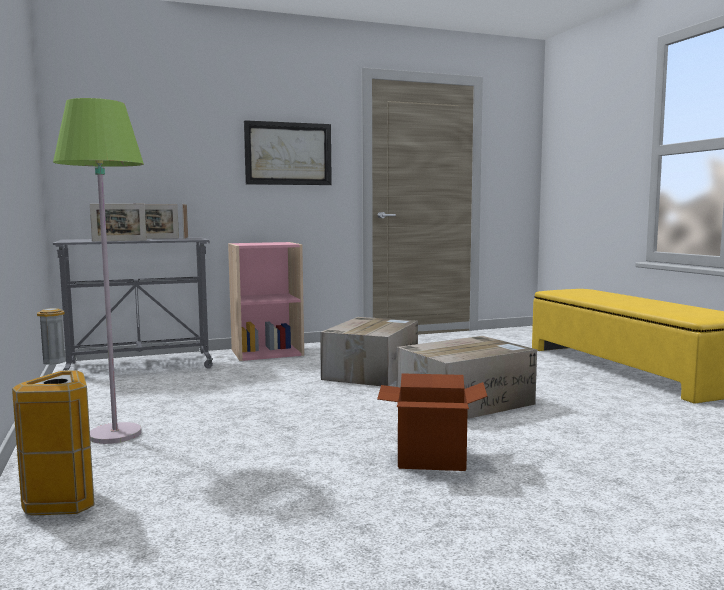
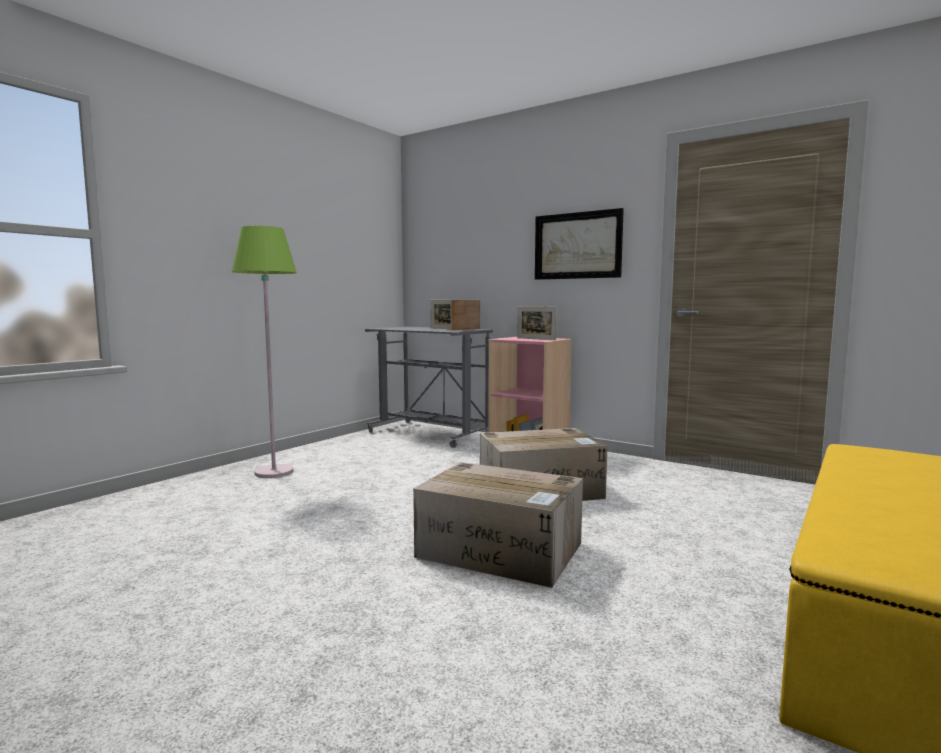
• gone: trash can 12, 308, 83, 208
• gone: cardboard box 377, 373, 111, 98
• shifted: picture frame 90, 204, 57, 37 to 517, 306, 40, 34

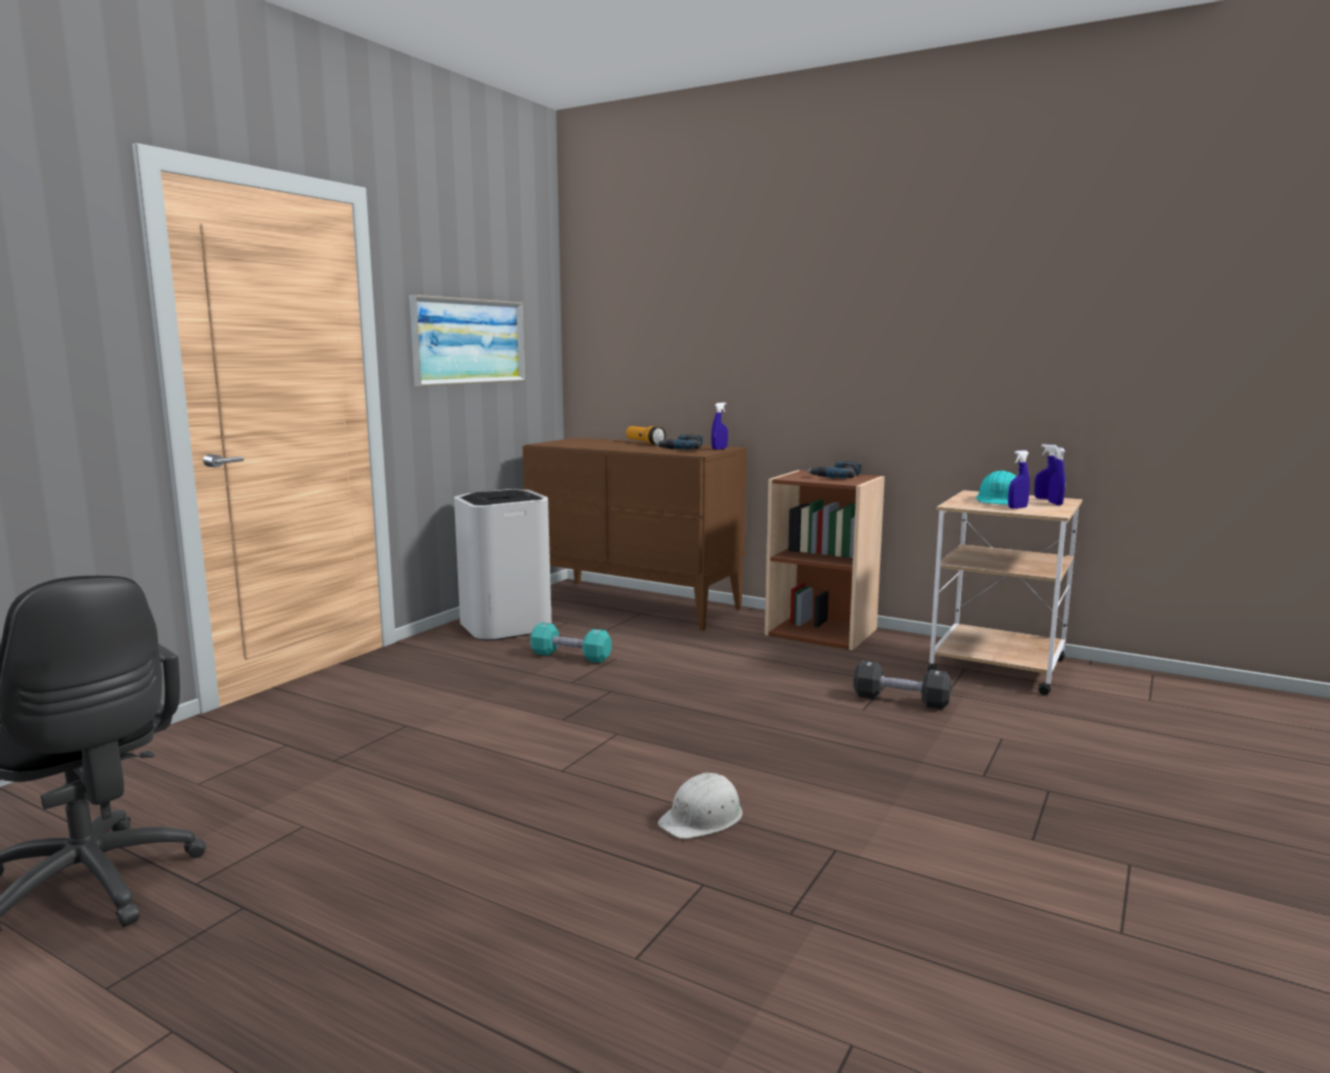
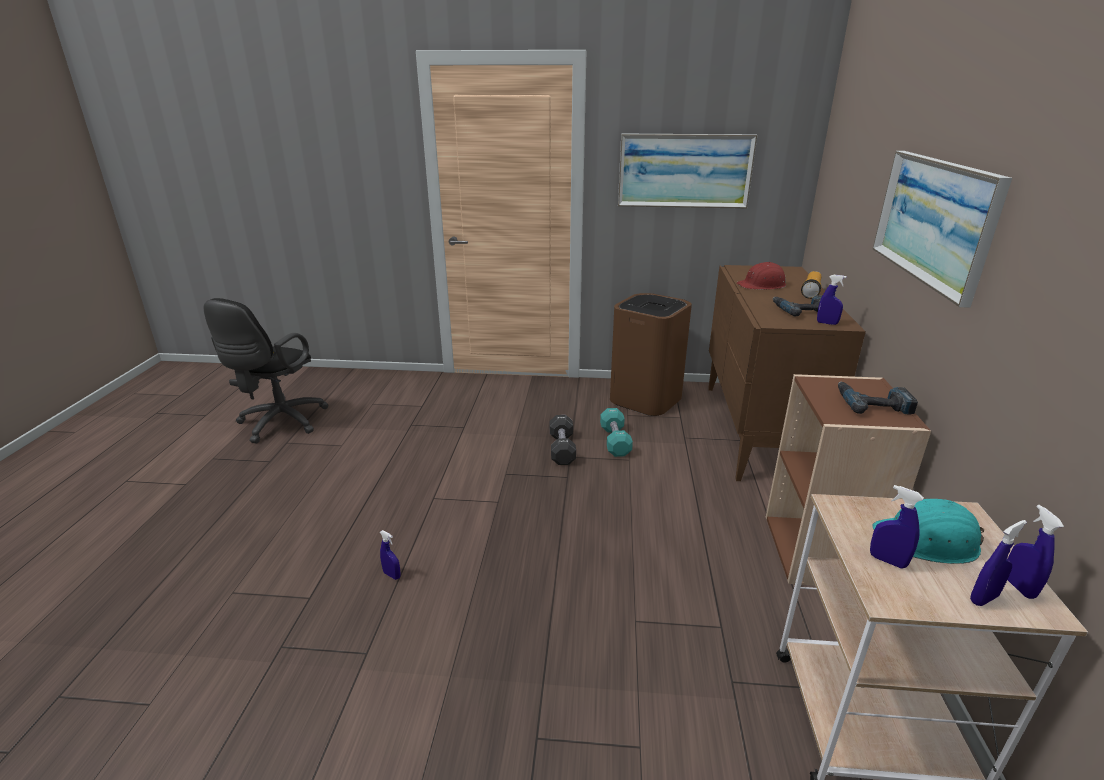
• new: hard hat/red 737, 262, 49, 28
• new: picture 872, 151, 140, 157
• shifted: dumbbell/black 853, 660, 98, 49 to 550, 415, 26, 50
• swapped: hard hat/white 658, 773, 85, 66 to spray bottle/blue 380, 530, 21, 50
• repainted: trash can/white 454, 489, 98, 152 to trash can/brown 610, 293, 82, 123

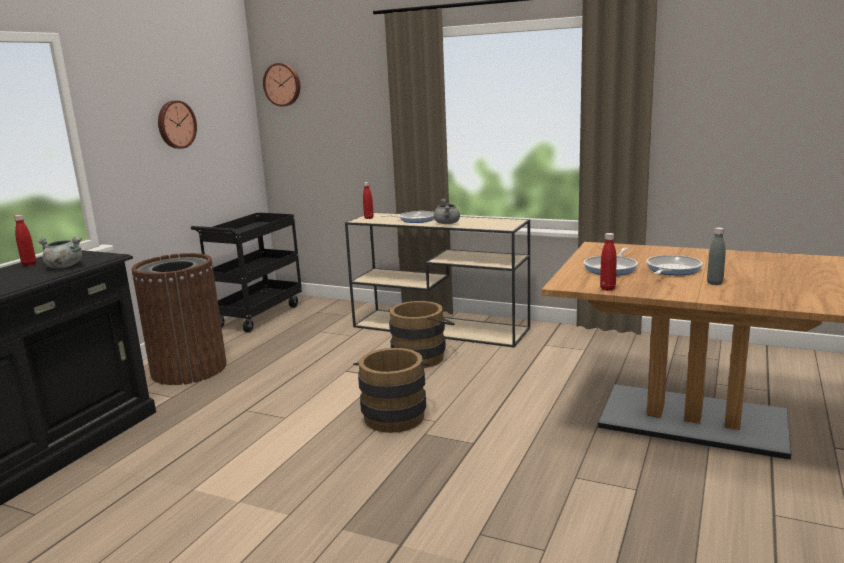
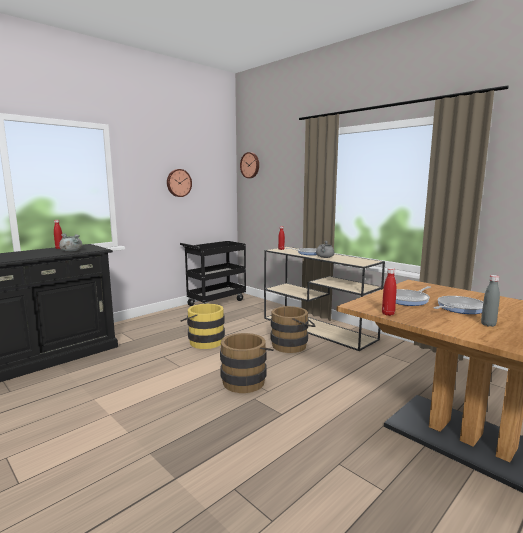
• gone: trash can/brown 132, 253, 94, 132
• new: bucket/yellow 180, 304, 45, 45

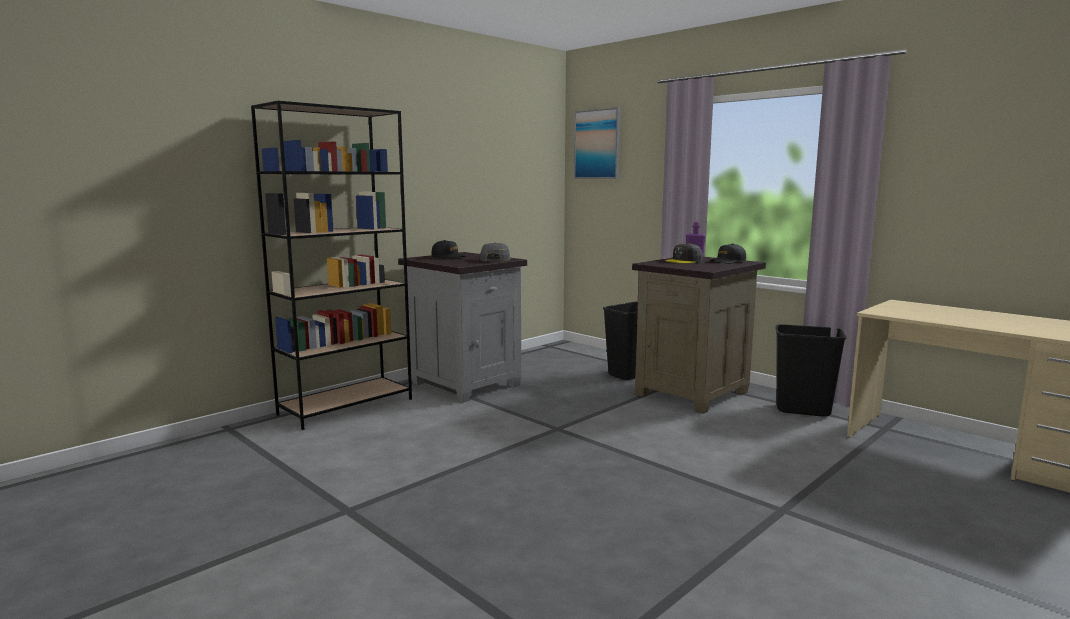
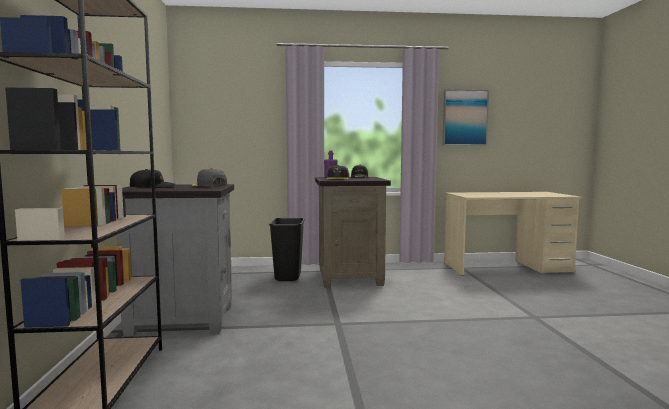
• gone: trash can/black 775, 324, 71, 93
• shifted: picture 574, 107, 47, 72 to 442, 89, 47, 57

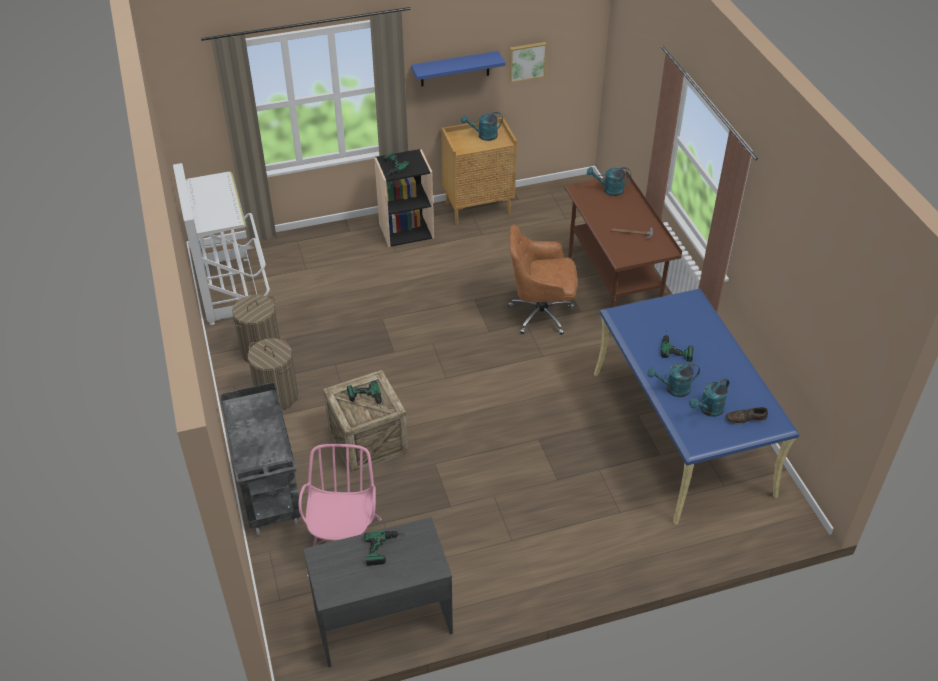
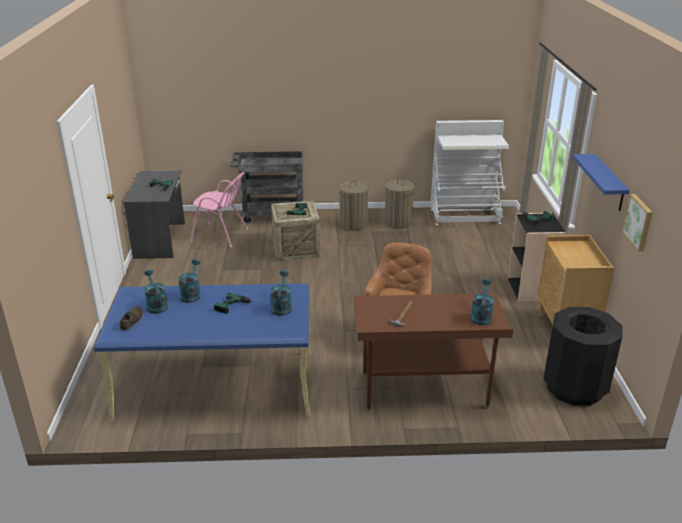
• new: trash can/black 544, 307, 78, 99
• shifted: watering can/turquoise 461, 112, 42, 29 to 270, 270, 22, 46

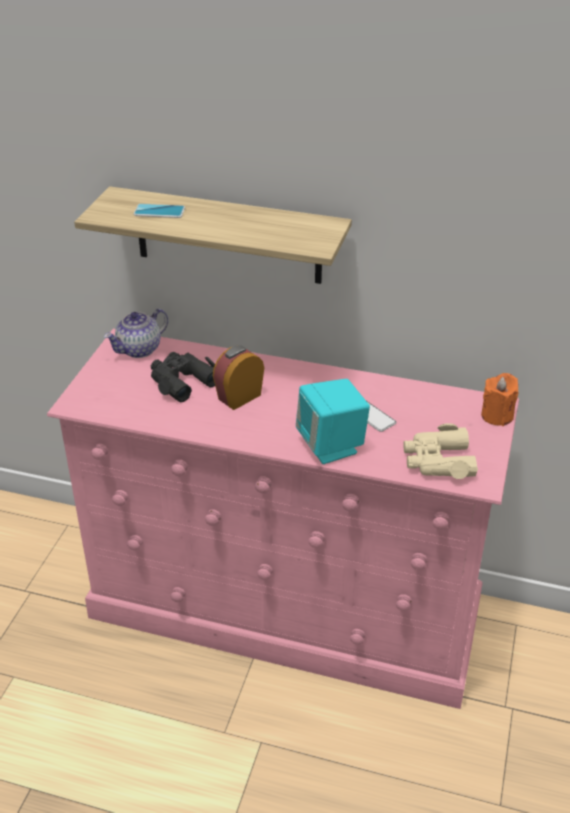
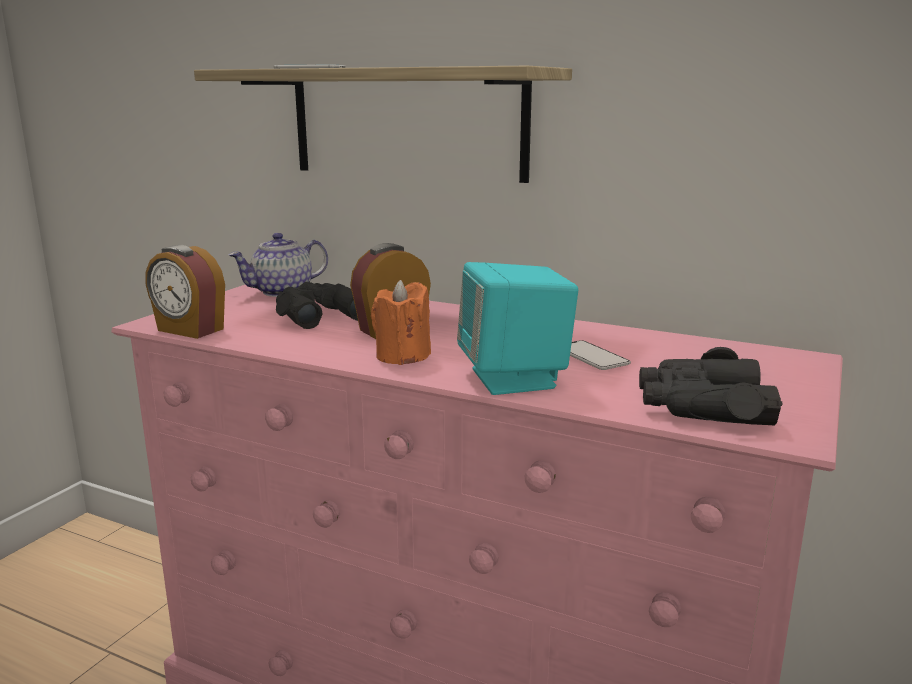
• new: alarm clock 145, 245, 80, 94
• shifted: candle/orange 481, 373, 37, 53 to 371, 280, 60, 85
• repainted: binoculars/beige 403, 423, 75, 56 to binoculars/black 639, 347, 144, 79

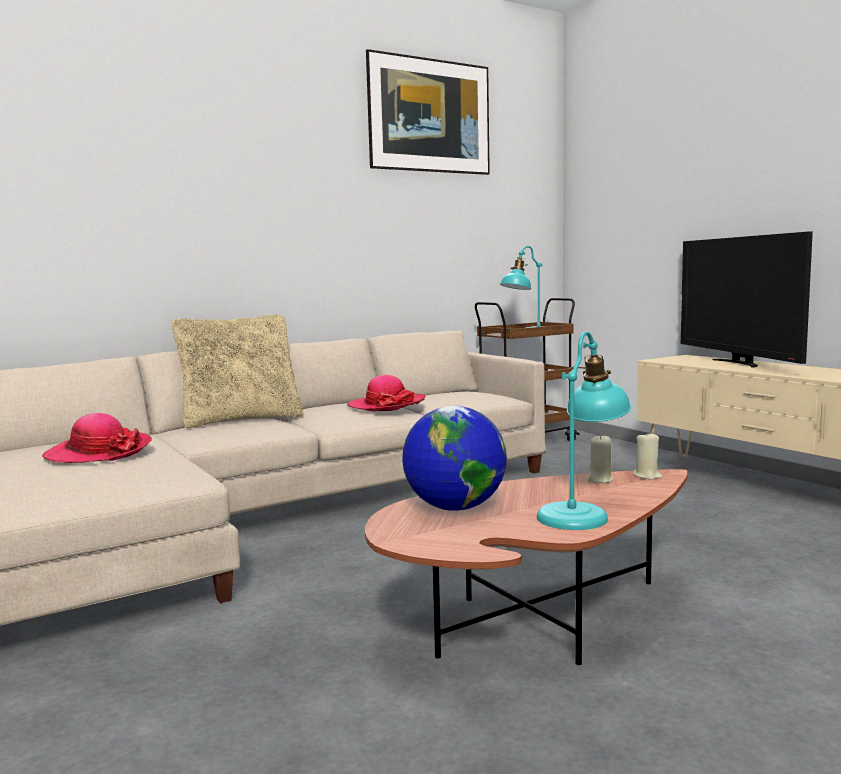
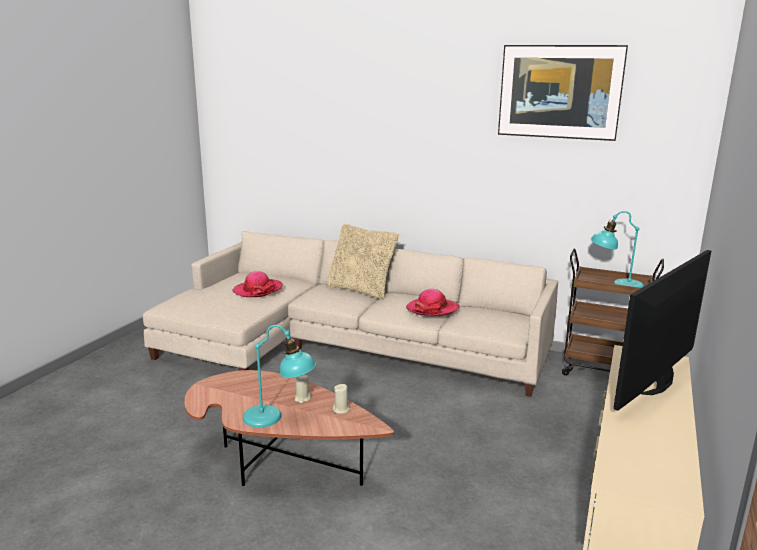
• gone: globe 402, 406, 105, 105
• shifted: candle/beige 633, 431, 30, 49 to 295, 374, 16, 29

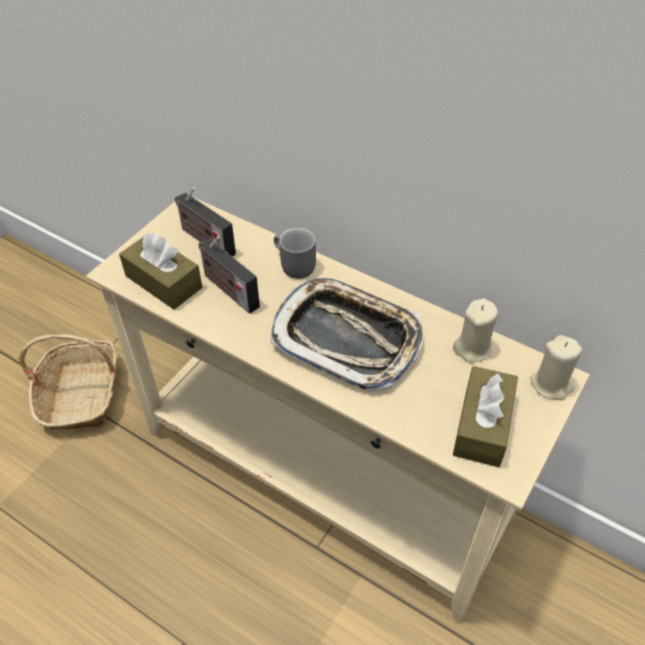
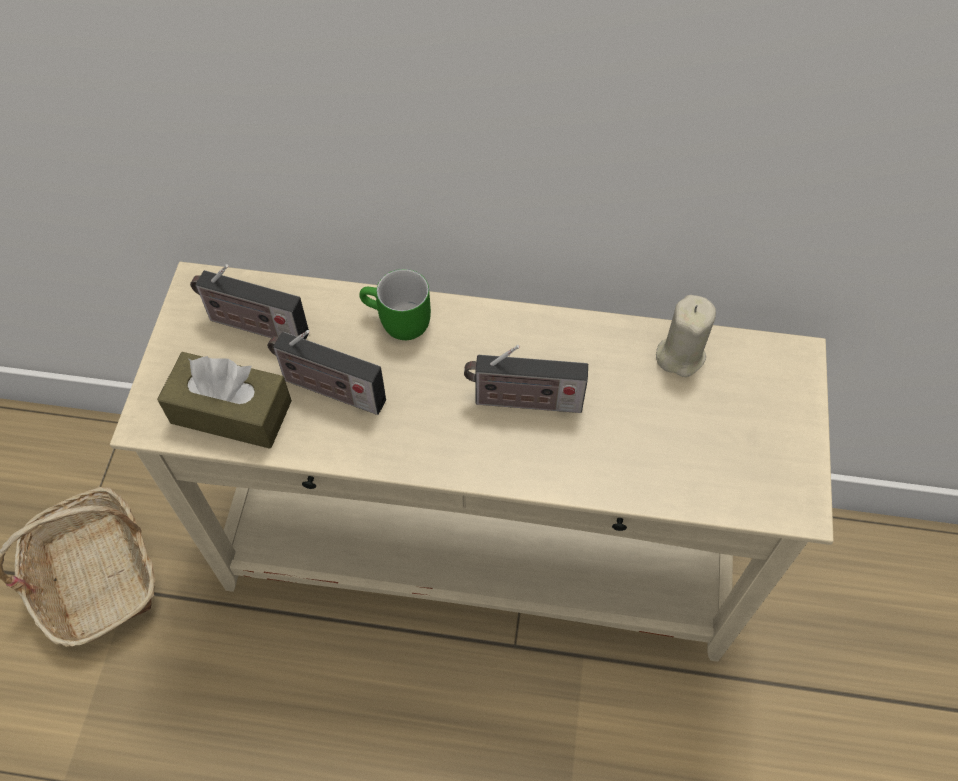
• gone: tissue box/brown 453, 366, 65, 101
• gone: candle/beige 530, 335, 52, 65
• swapped: tray 270, 278, 154, 113 to radio 464, 345, 124, 68
• repainted: mug/grey 274, 228, 42, 51 to mug/green 359, 269, 72, 71

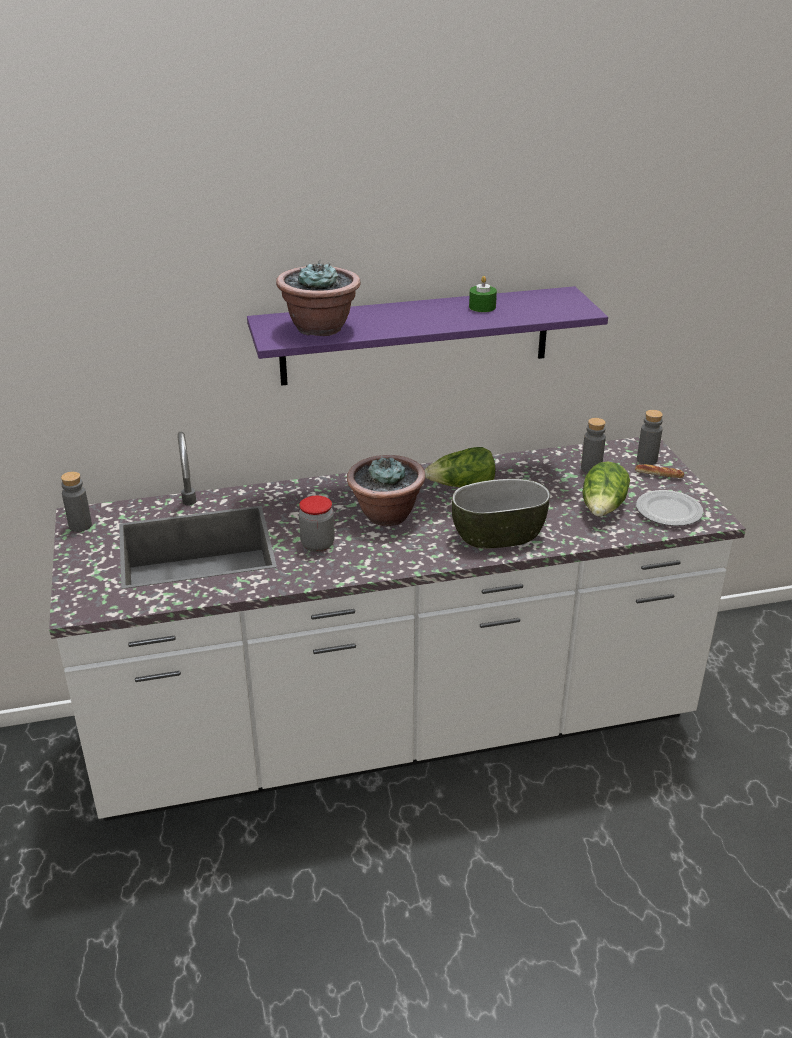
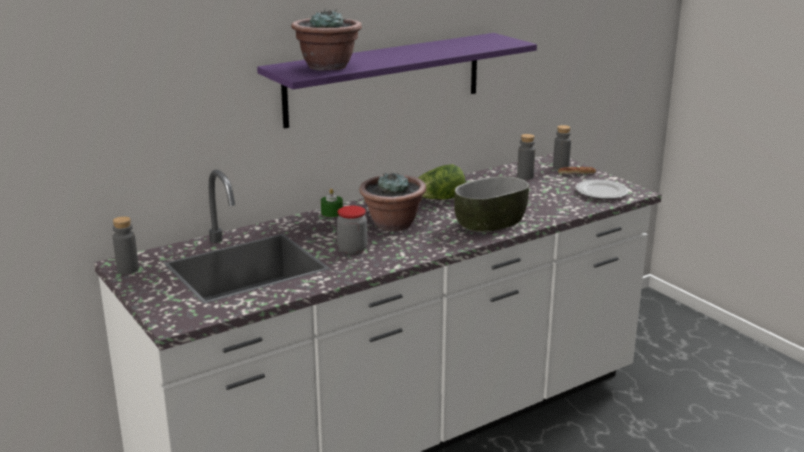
• gone: lettuce 582, 462, 48, 54
• shifted: candle/green 469, 276, 28, 36 to 321, 188, 22, 29

